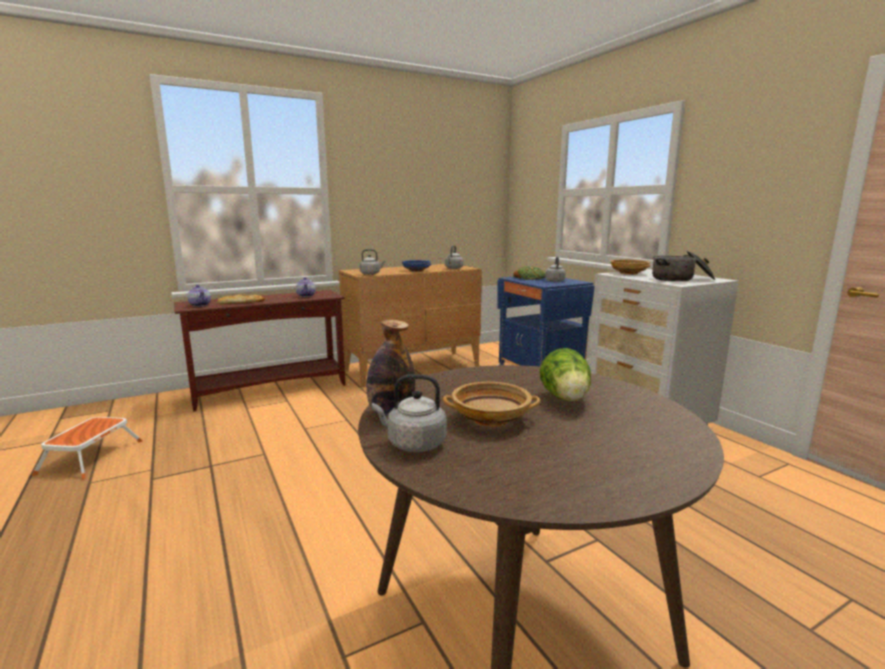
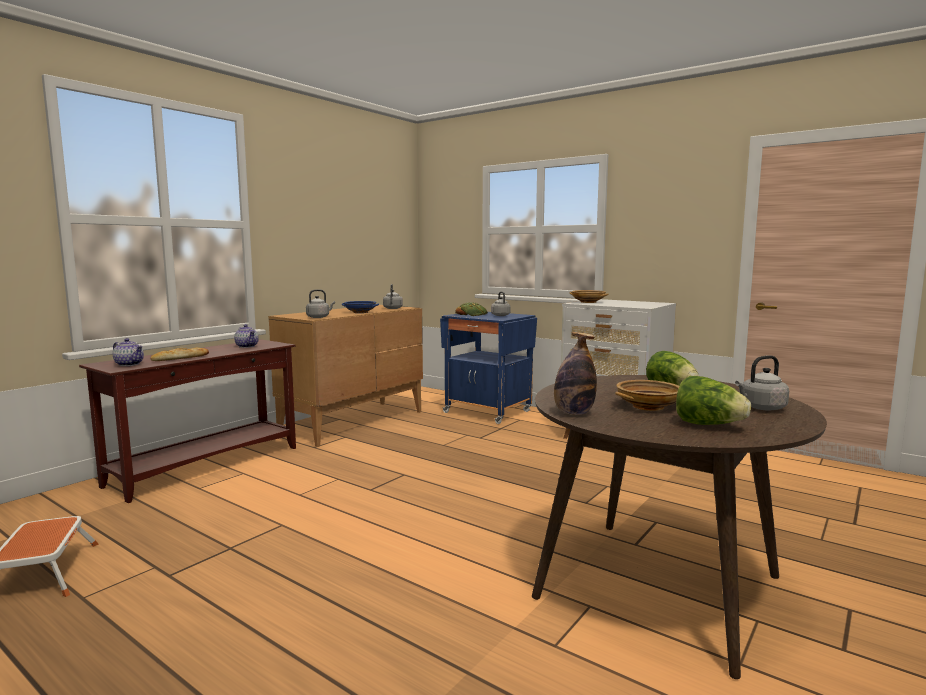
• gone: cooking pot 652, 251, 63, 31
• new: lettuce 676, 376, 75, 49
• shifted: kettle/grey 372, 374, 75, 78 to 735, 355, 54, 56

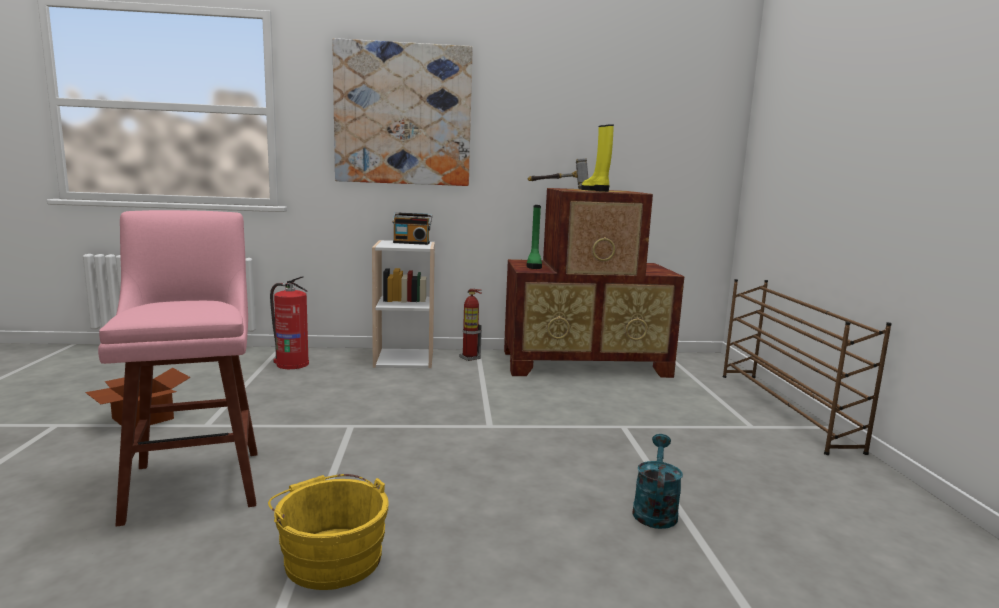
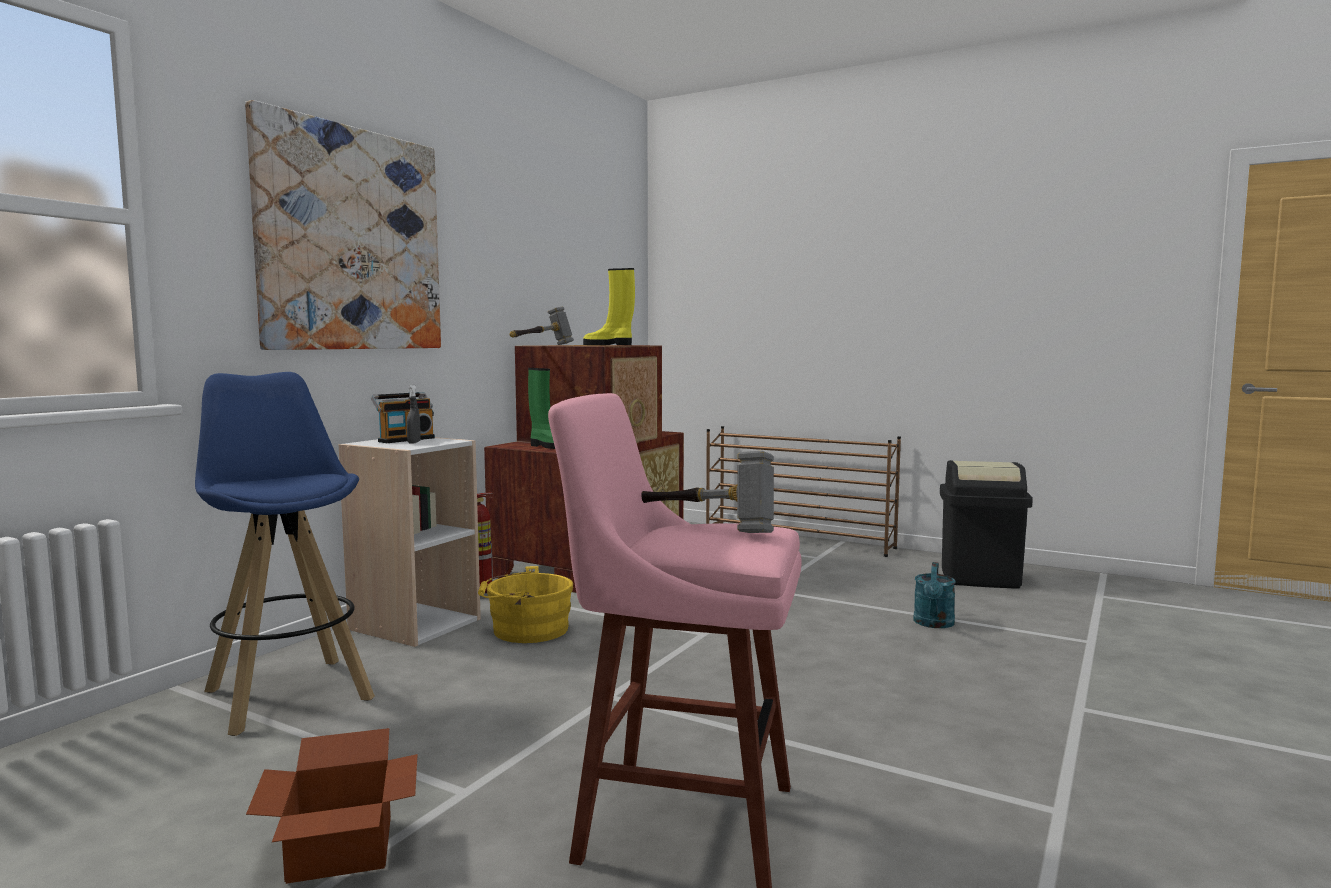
• new: spray bottle/grey 407, 384, 14, 60
• new: hammer 641, 451, 133, 82
• new: trash can/black 940, 460, 93, 129
• shifted: bucket/yellow 268, 474, 121, 116 to 478, 566, 96, 77
• swapped: fire extinguisher 270, 276, 39, 93 to stool/blue 195, 372, 180, 364
• rotated: watering can/turquoise 632, 434, 51, 95 = 913, 562, 43, 66 120 degrees counterclockwise

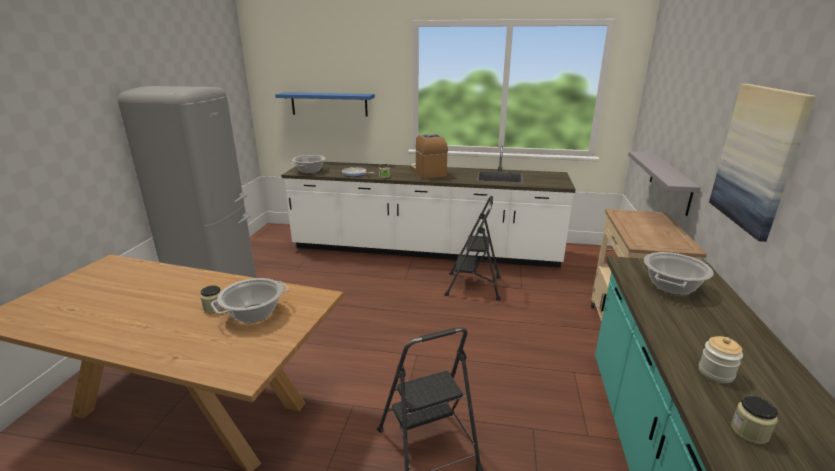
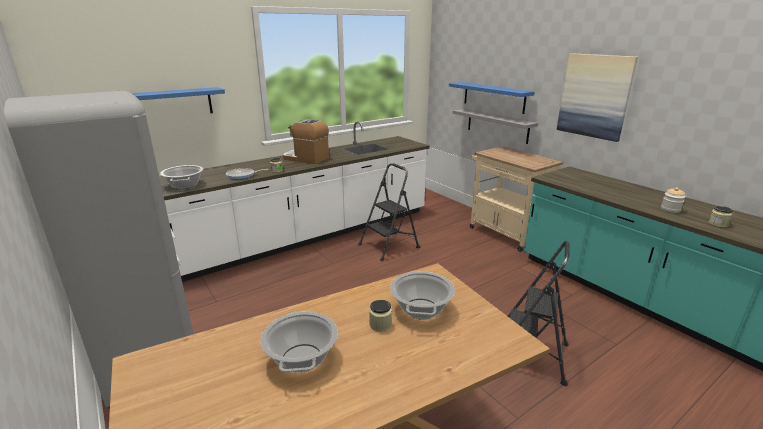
• new: shelf/blue 449, 82, 85, 32
• shifted: cooking pot 644, 252, 70, 43 to 260, 311, 78, 62

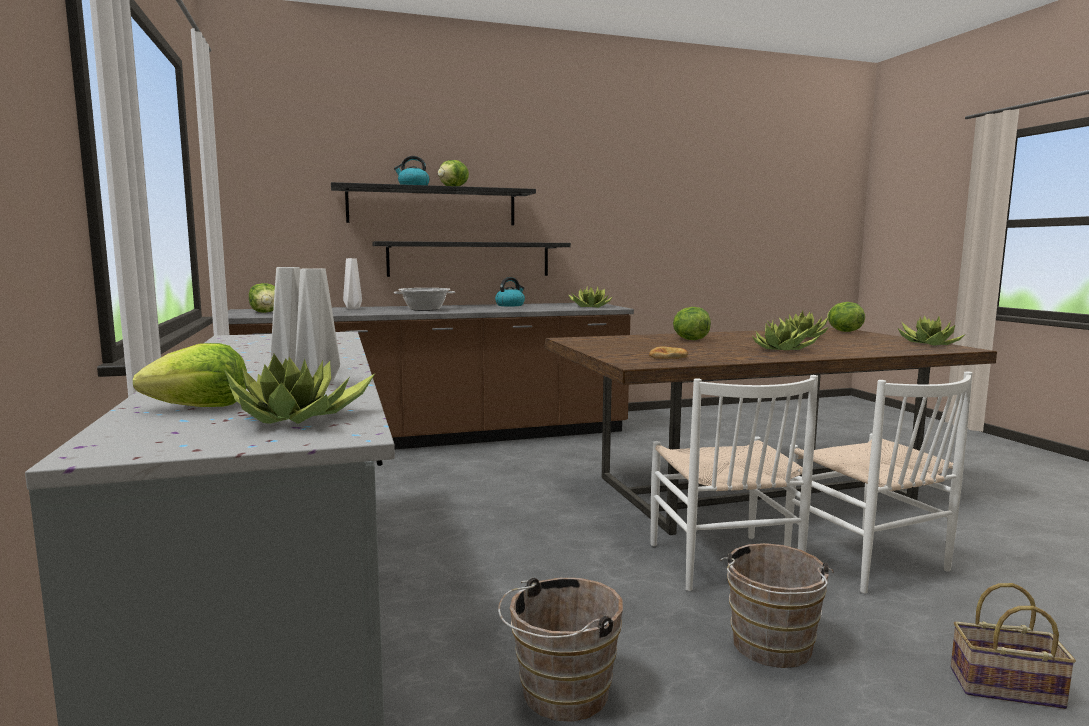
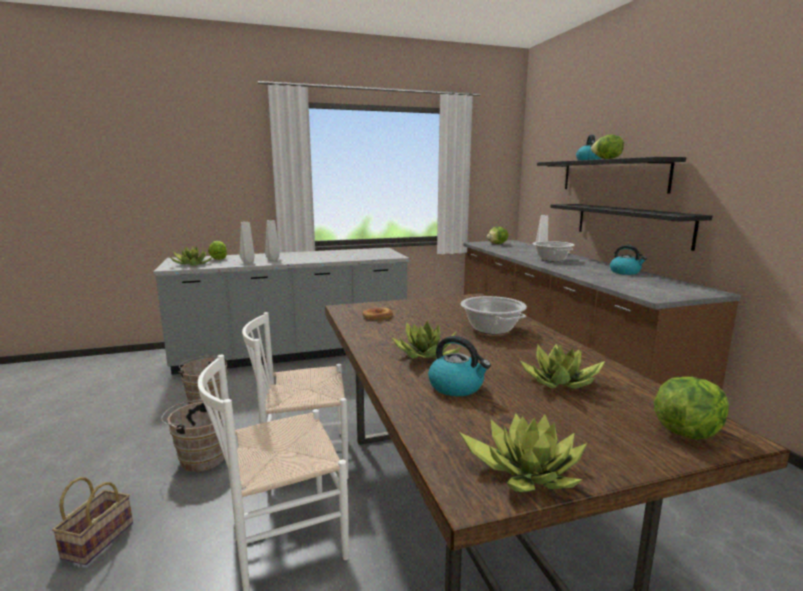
• gone: potted plant 568, 286, 45, 22
• new: kettle 428, 336, 63, 60
• swapped: lettuce 673, 307, 38, 33 to cooking pot 461, 296, 66, 38

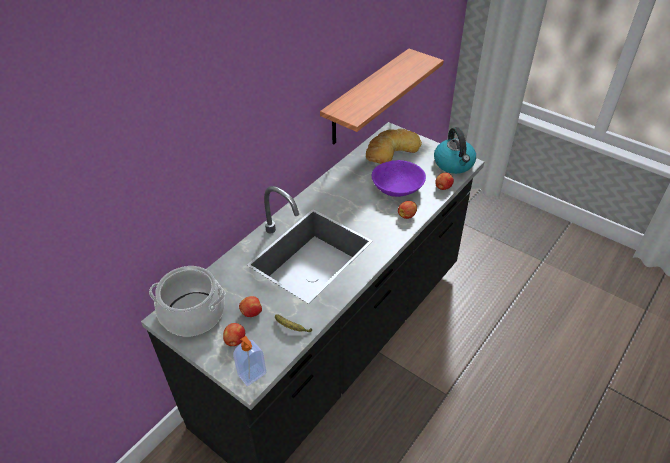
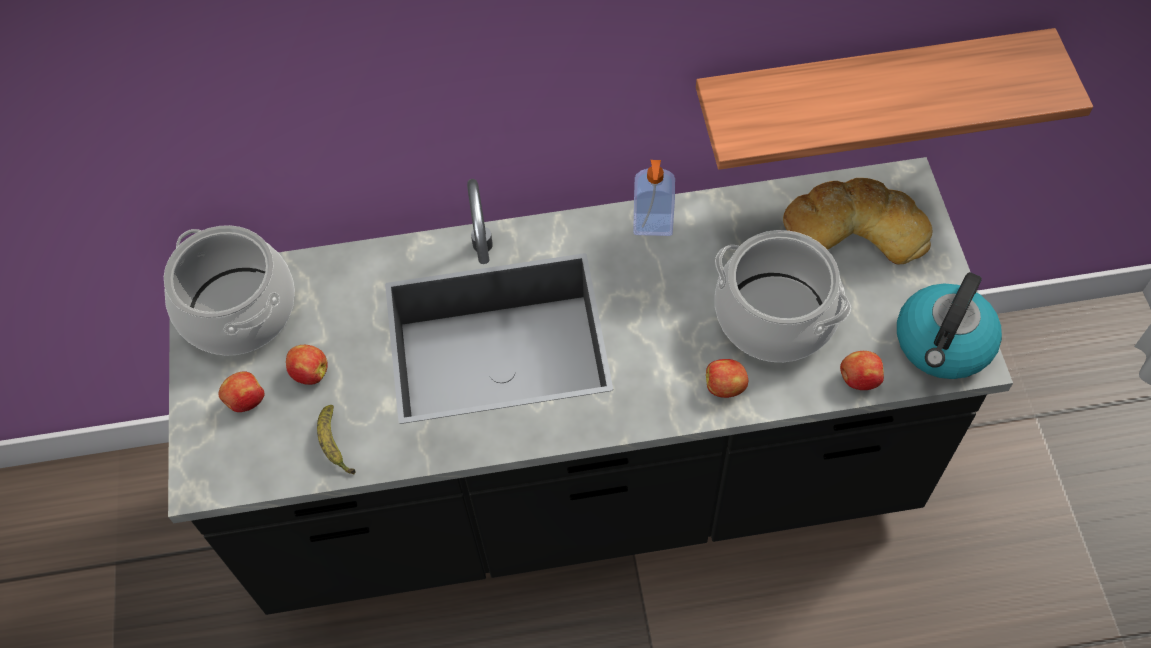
• shifted: soap dispenser 233, 336, 33, 50 to 633, 160, 42, 76
• swapped: bowl/purple 372, 160, 54, 37 to cooking pot 715, 230, 136, 132

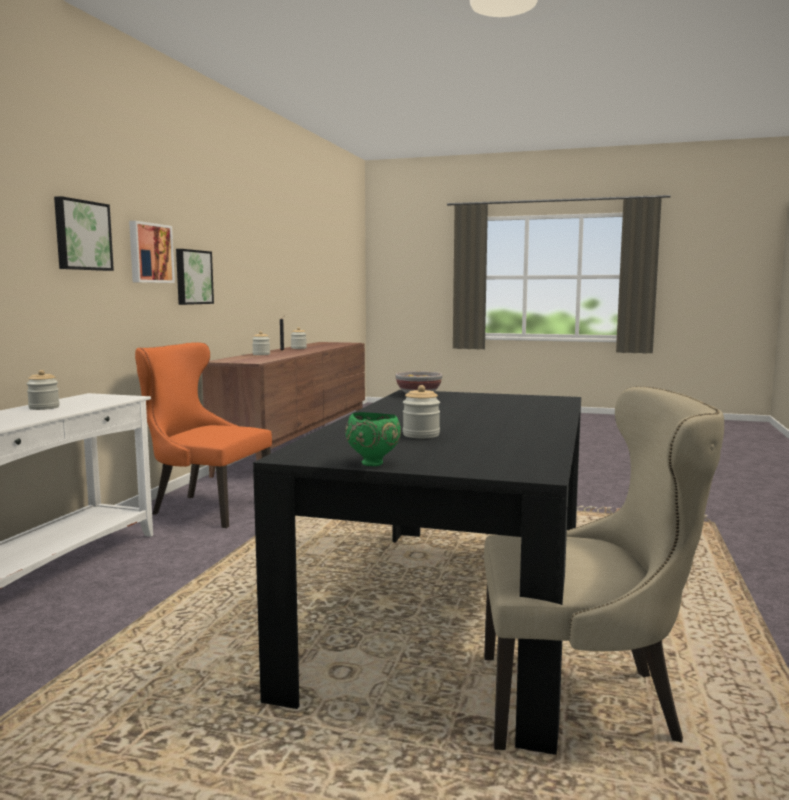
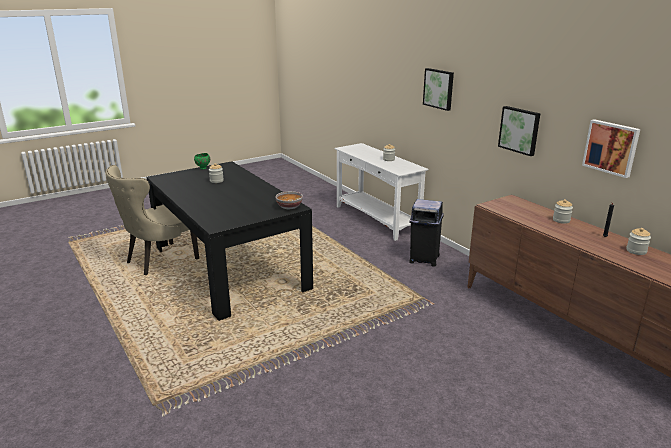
• shifted: picture 129, 221, 46, 62 to 582, 119, 58, 59
• swapped: chair/orange 135, 342, 137, 186 to trash can/black 409, 199, 35, 67

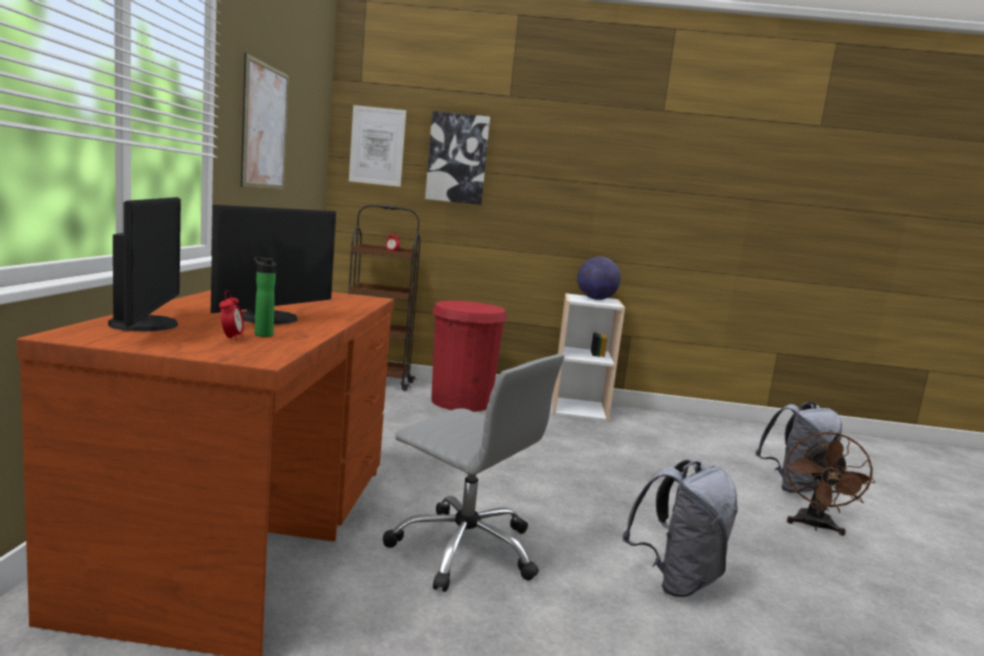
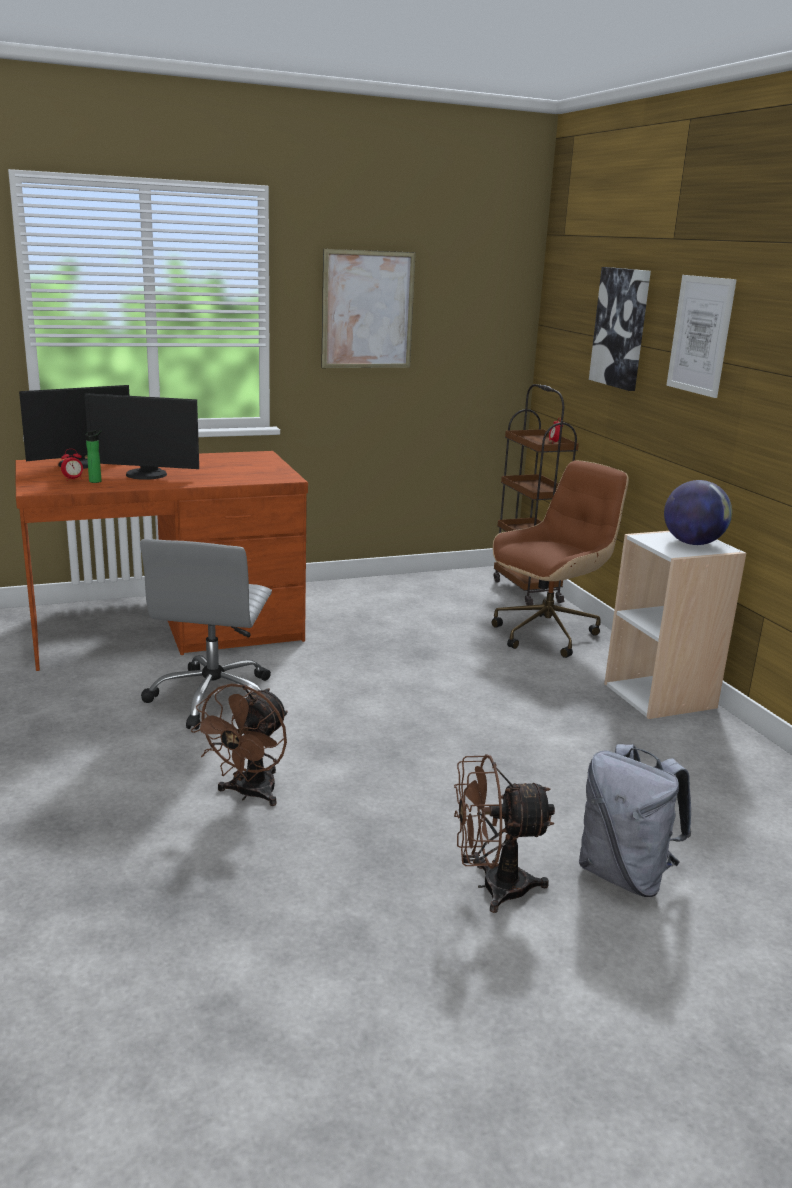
• shifted: picture 349, 105, 57, 82 to 666, 275, 71, 123
• swapped: trash can/red 431, 300, 76, 112 to office chair/brown 492, 460, 137, 198
• swapped: backpack/grey 622, 459, 116, 138 to fan/brown 191, 683, 97, 123

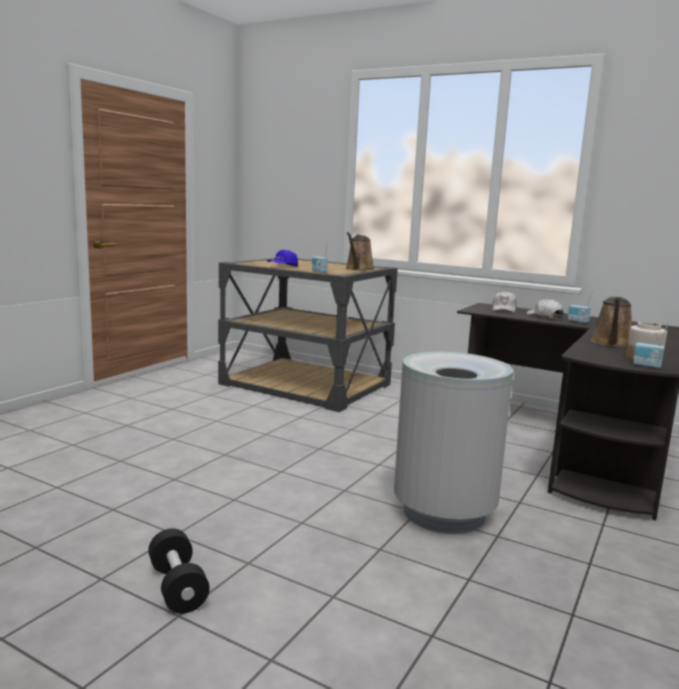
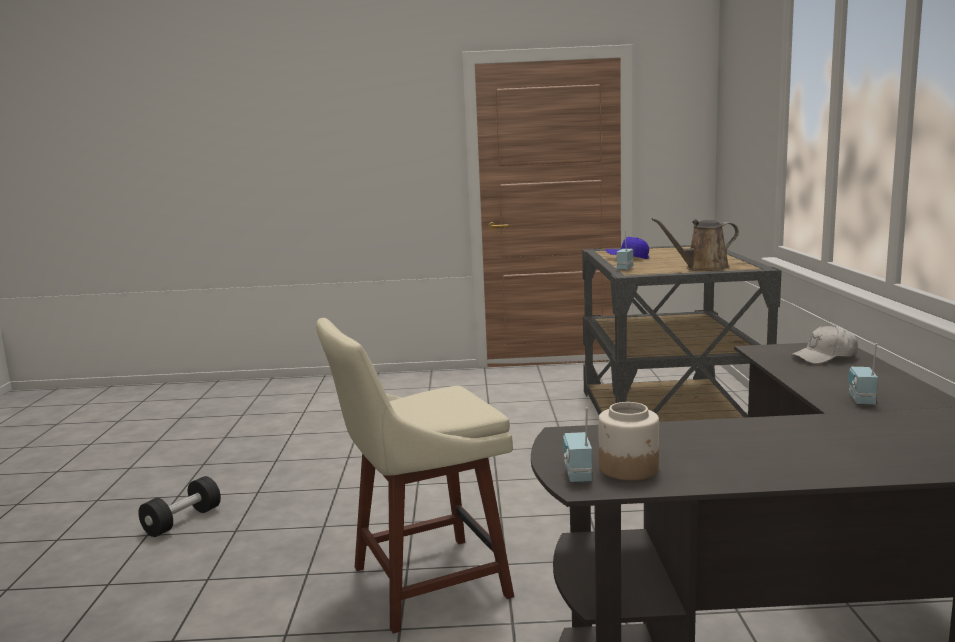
• gone: cap/white 527, 298, 36, 20
• gone: watering can/brown 591, 297, 41, 50
• swapped: trash can/grey 394, 352, 119, 182 to stool/beige 316, 318, 198, 316

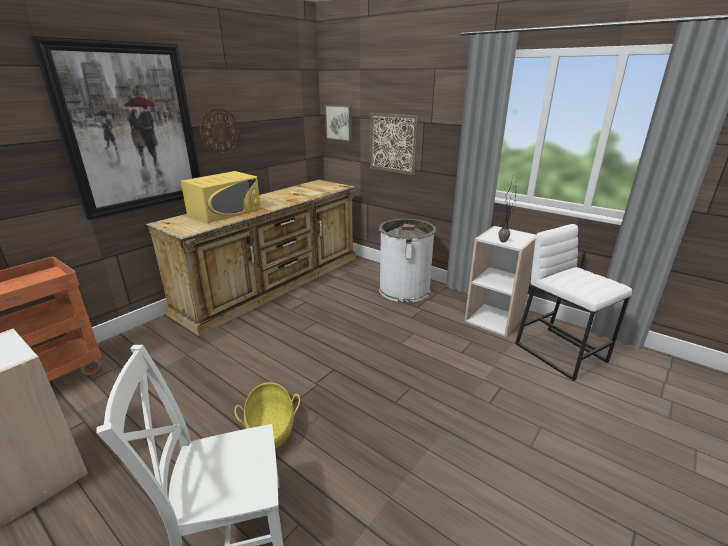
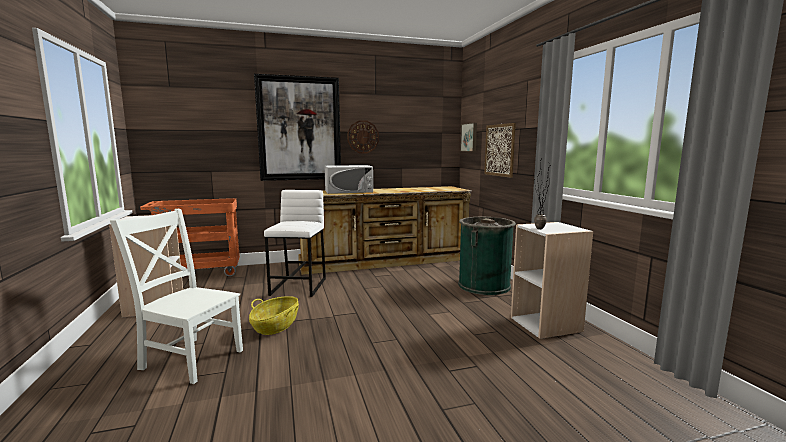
• shifted: stool/white 515, 224, 117, 157 to 264, 190, 62, 107
• repainted: microwave/yellow 181, 171, 80, 52 to microwave/white 324, 165, 49, 29
• repainted: trash can/white 379, 219, 57, 84 to trash can/green 458, 217, 58, 78

